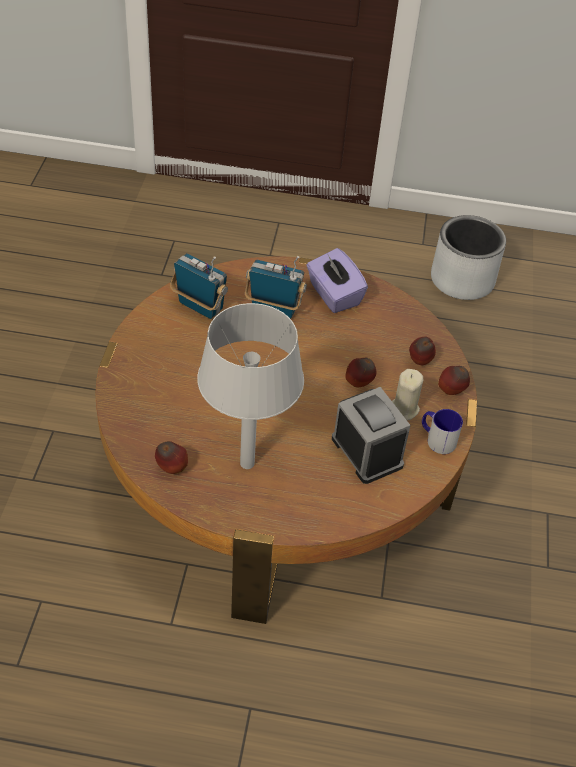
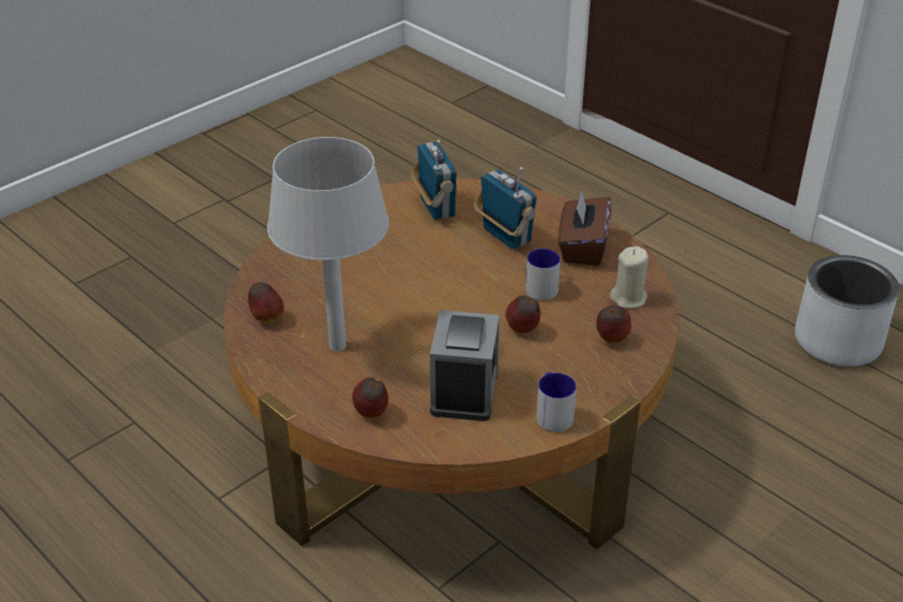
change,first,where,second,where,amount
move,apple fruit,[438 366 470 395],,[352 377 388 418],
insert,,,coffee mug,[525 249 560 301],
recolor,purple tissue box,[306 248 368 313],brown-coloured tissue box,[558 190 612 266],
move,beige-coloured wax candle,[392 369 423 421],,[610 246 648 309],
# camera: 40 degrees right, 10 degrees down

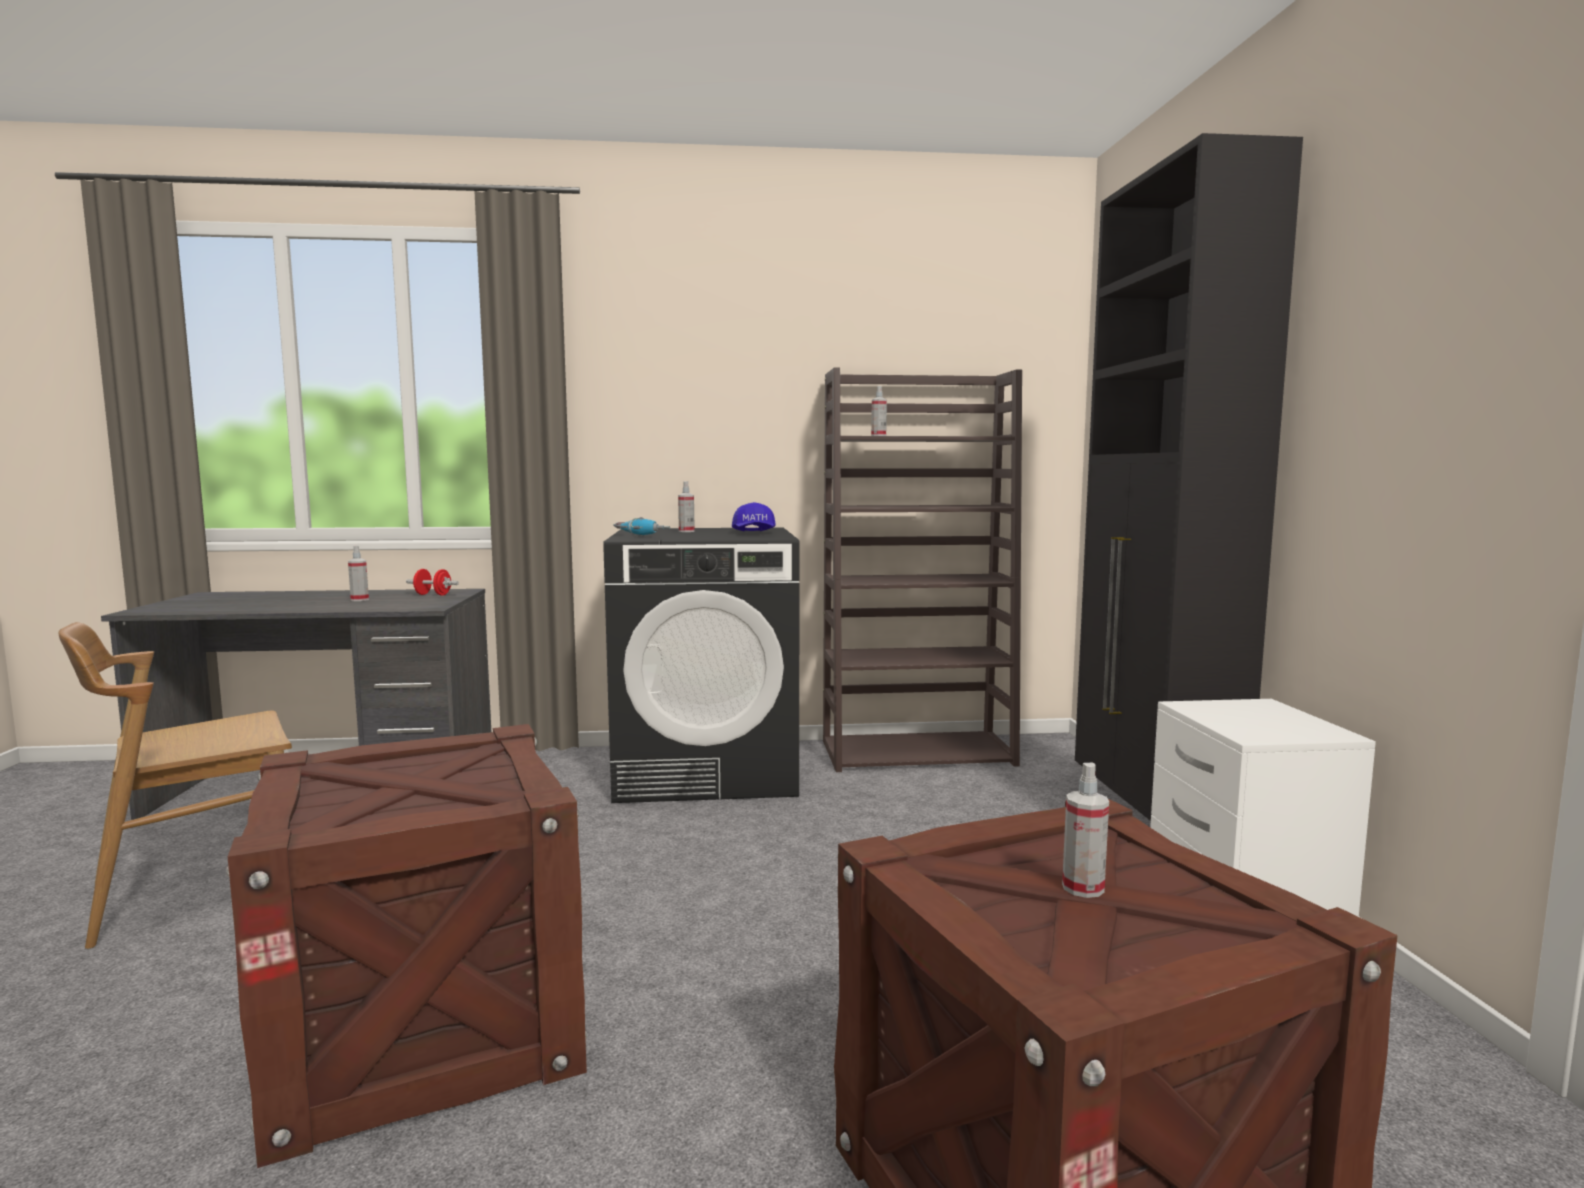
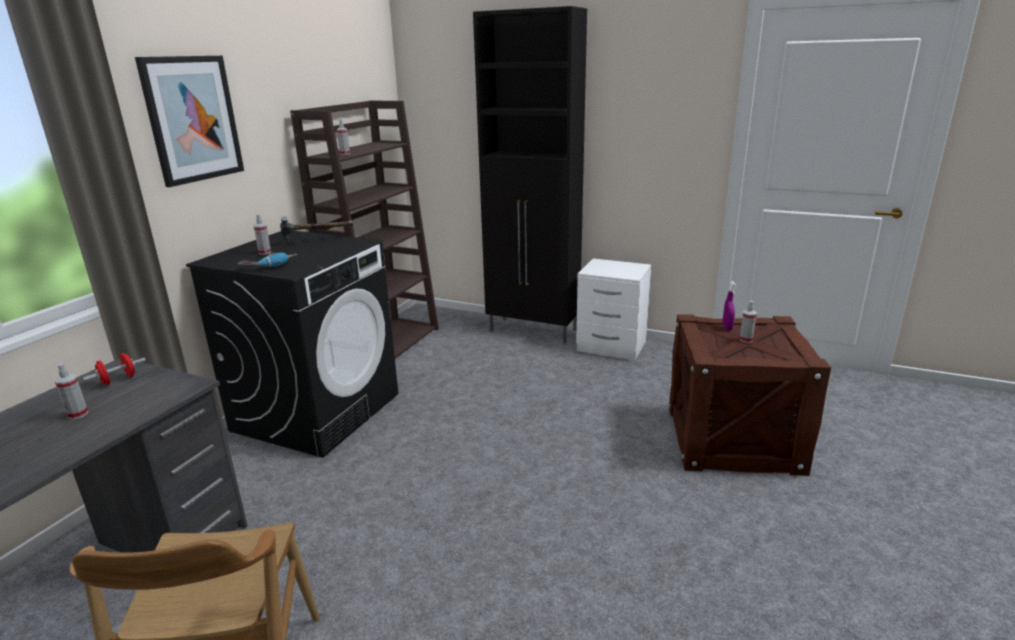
change,first,where,second,where,amount
insert,,,picture,[135 56 244 187],
replace,bluish baseball cap,[732 502 776 531],tool hammer,[280 216 353 243],
insert,,,purple spray bottle,[722 281 736 330],
delete,shipping crate,[226 724 587 1168],,,
# camera: 60 degrees left, 15 degrees up

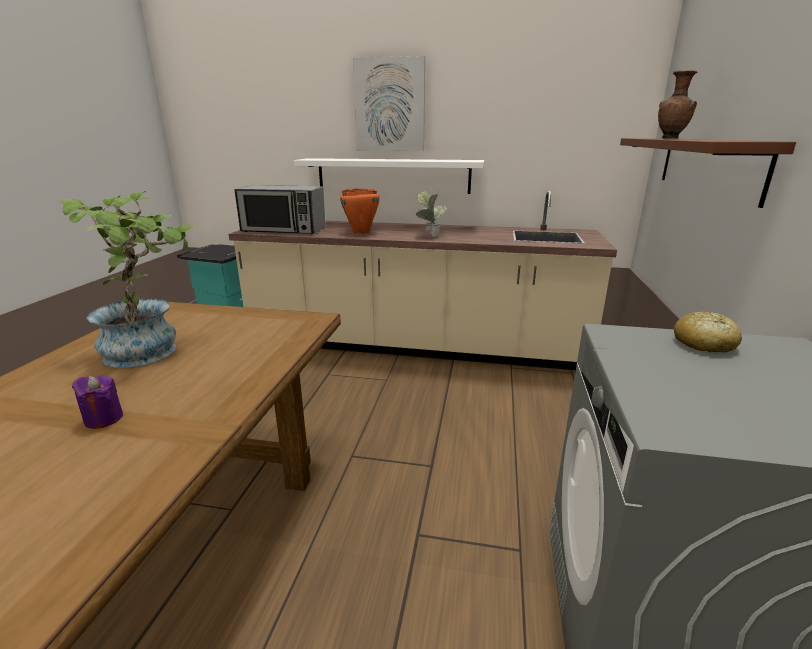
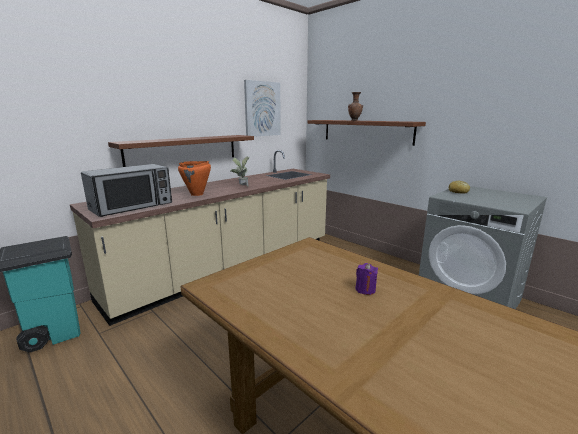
change,first,where,second,where,amount
recolor,whitish wall shelf,[294 158 485 194],brown-coloured wall shelf,[108 135 254 167],
move,picture,[353 56 425 151],,[244 80 281 137],
move,purple wax candle,[72 375 123 429],,[355 263 378 295],
delete,houseplant,[59 191 197 368],,,
# camera: 55 degrees left, 5 degrees down

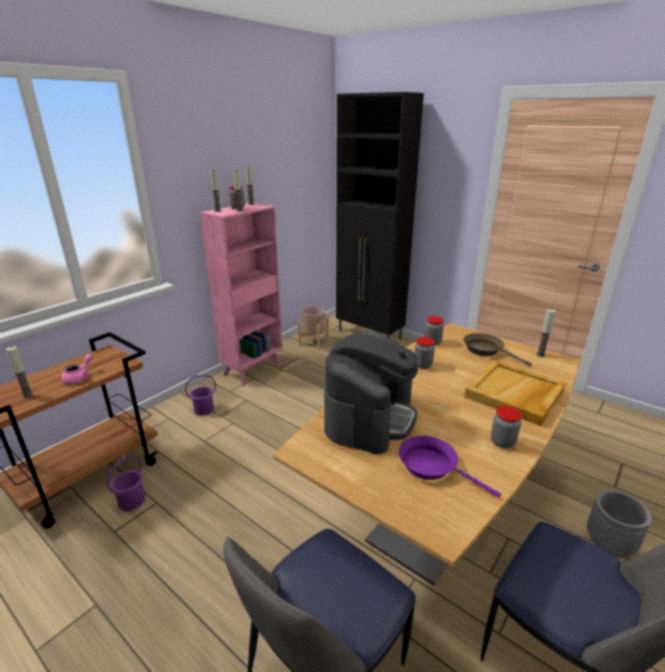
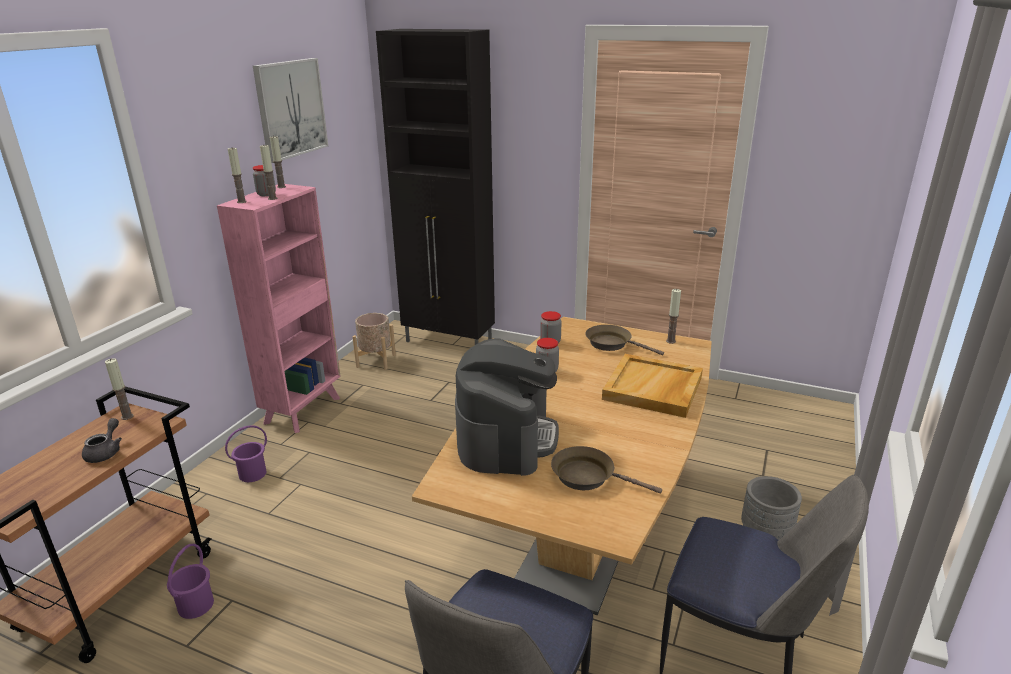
change,first,where,second,where,amount
recolor,pink pot for tea,[61 354 93 385],grey pot for tea,[82 418 122 463],
move,wax candle,[6 346 34 399],,[105 358 134 420],
insert,,,picture,[253 58 328 163],
recolor,purple frying pan,[399 436 501 497],brown-coloured frying pan,[551 446 662 493],
delete,jar,[491 406 522 448],,,
# camera: 15 degrees left, 0 degrees up

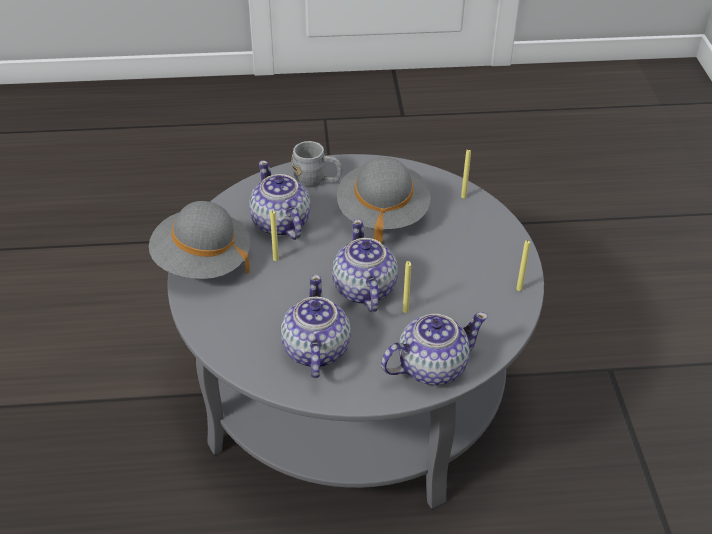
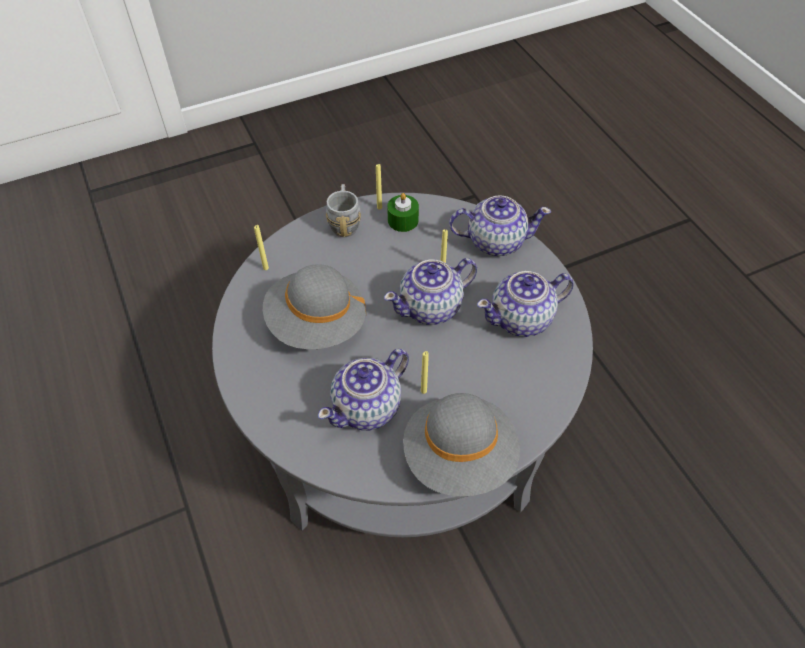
change,first,where,second,where,amount
move,grey coffee mug,[291 141 342 188],,[326 184 361 237],
insert,,,green-coloured wax candle,[387 193 419 232],
rotate,pot for tea,[381 312 488 385],,[449 195 551 256],135 degrees clockwise
# camera: 110 degrees left, 10 degrees up

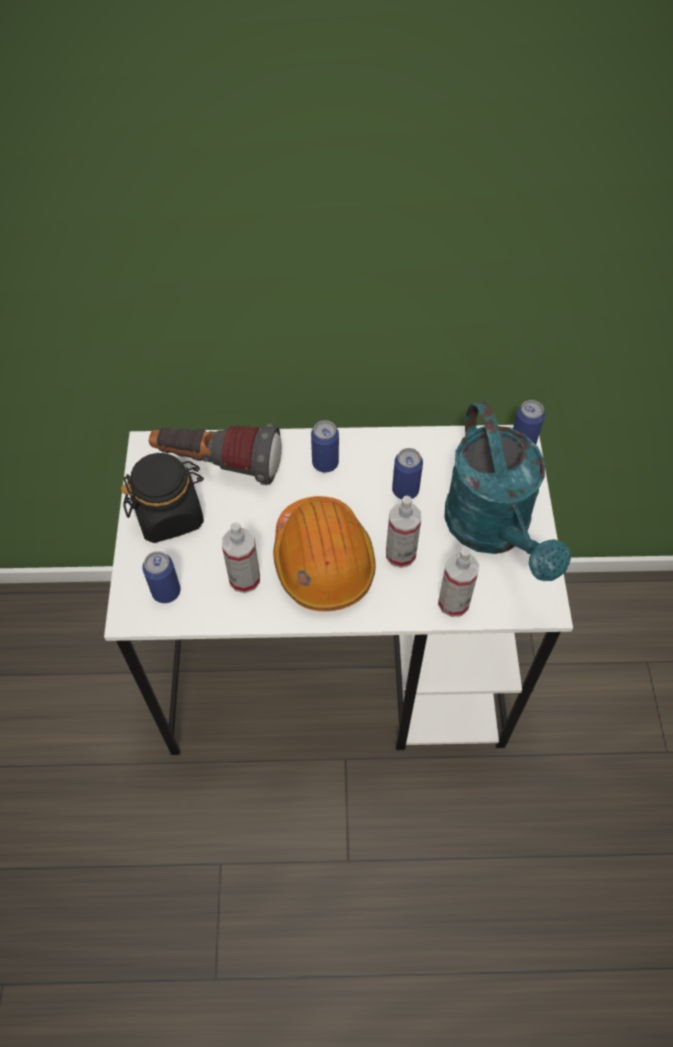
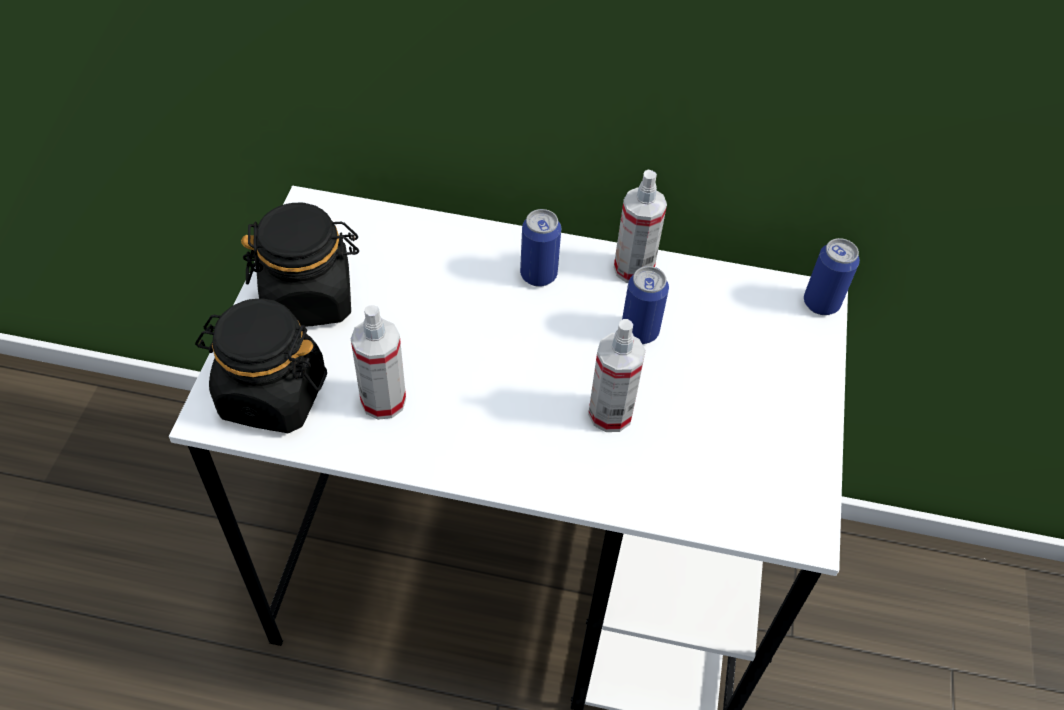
change,first,where,second,where,amount
replace,sealed can,[142 551 181 603],black jar,[195 298 327 433],
move,spray bottle,[438 547 479 617],,[614 169 667 283],
delete,hand torch,[149 424 282 485],,,
delete,orange hard hat,[273 496 376 611],,,
delete,turquoise-coloured sprinkling can,[444 401 571 581],,,
# camera: 10 degrees right, 5 degrees down

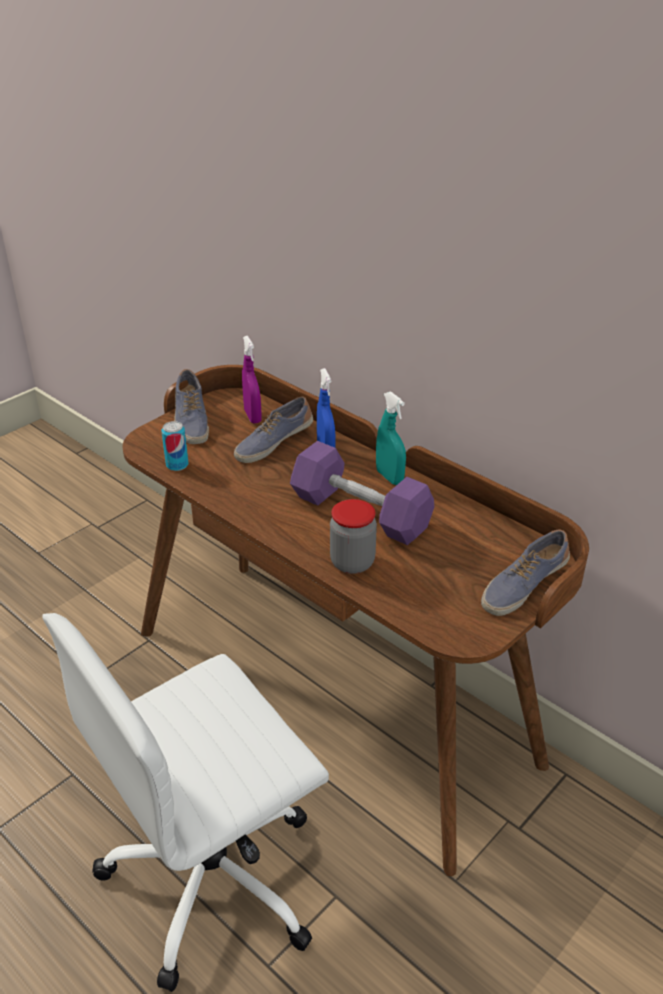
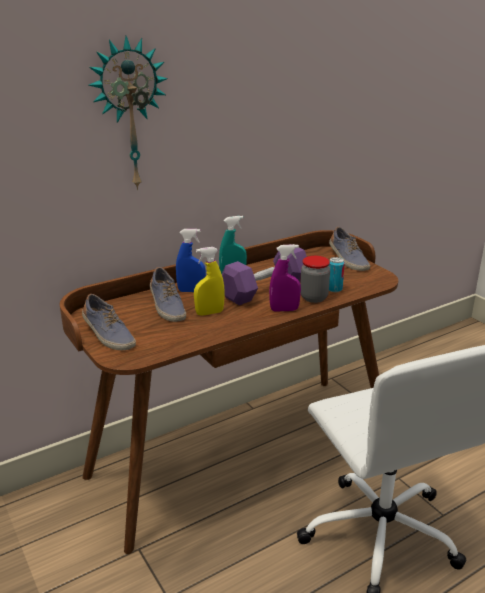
change,first,where,second,where,amount
rotate,item of footwear,[174 369 209 444],,[82 294 136 350],45 degrees clockwise
insert,,,wall clock,[88 36 168 190],
insert,,,yellow spray bottle,[194 247 225 315],
move,purple spray bottle,[242 336 262 424],,[269 244 301 312],
move,sealed can,[161 421 189 471],,[328 257 345 292],
# camera: 75 degrees left, 10 degrees down

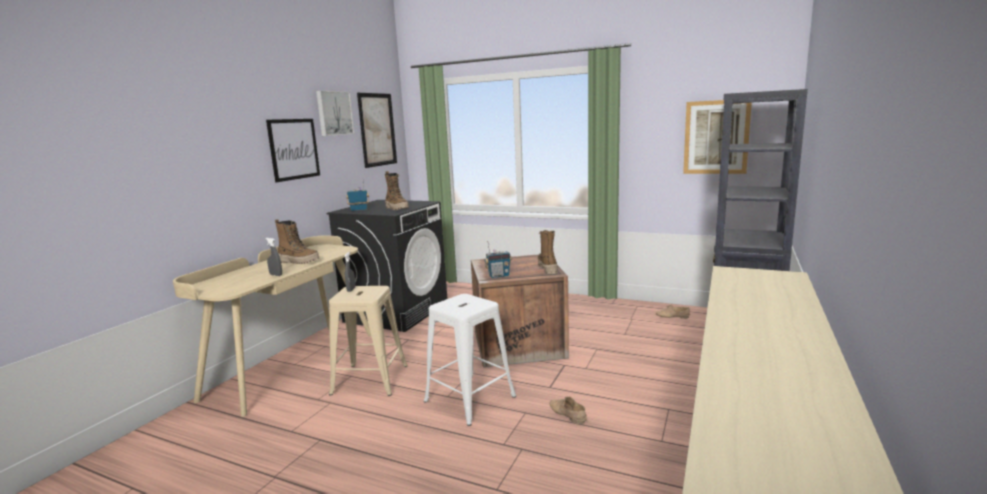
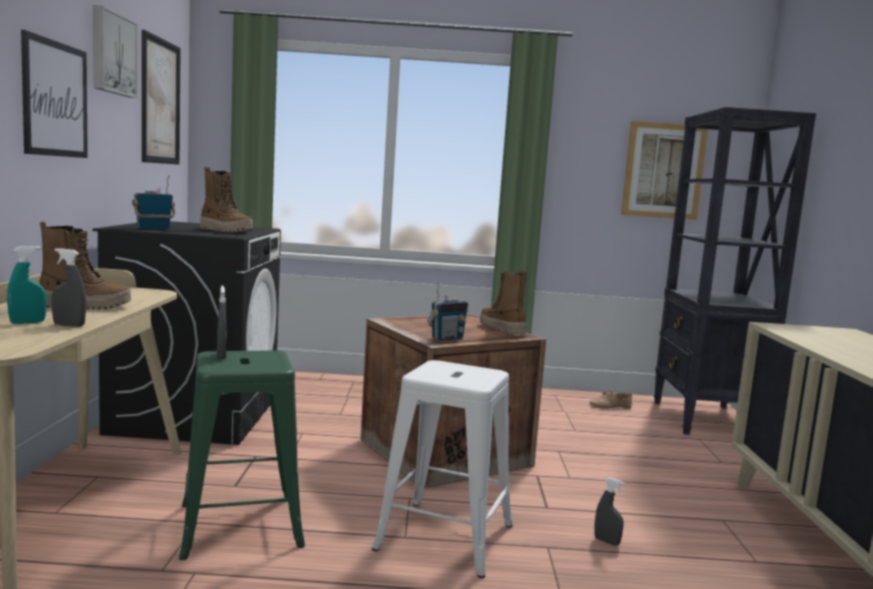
change,first,where,second,where,amount
insert,,,turquoise-coloured spray bottle,[7 246 47 324],
recolor,beige-coloured sitting stool,[329 286 407 396],green-coloured sitting stool,[179 350 305 560],
replace,beige-coloured item of footwear,[549 396 587 424],grey spray bottle,[594 477 625 546],
# camera: 25 degrees left, 5 degrees down

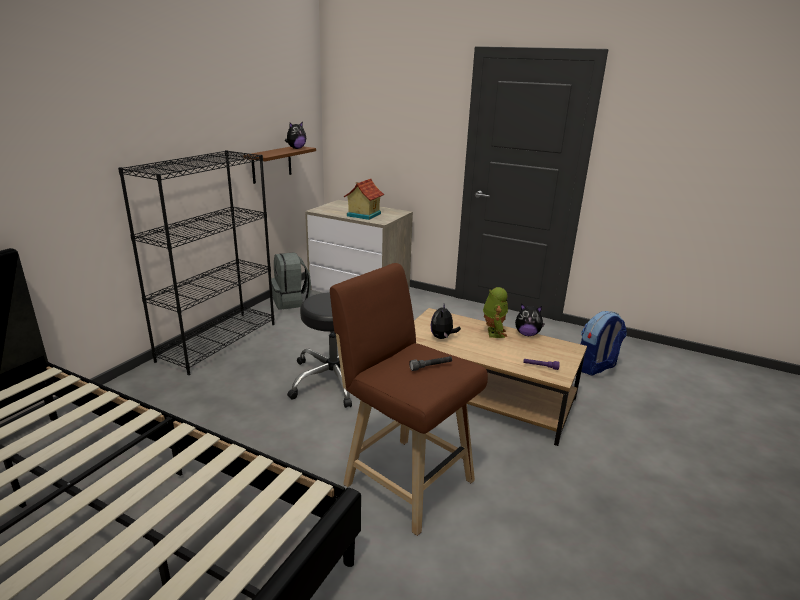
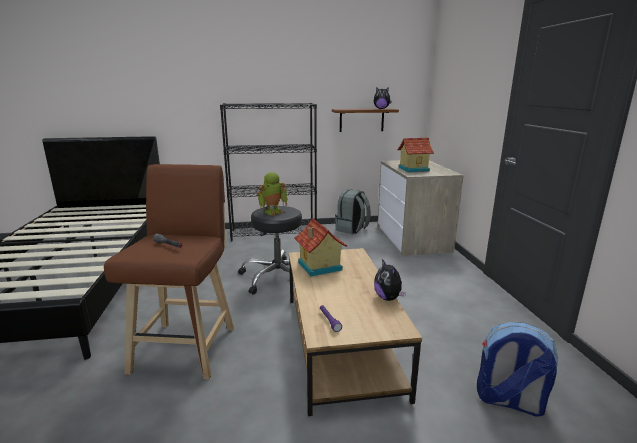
change,first,where,second,where,amount
move,model robot,[483 287 508 338],,[257 172 288 216],
replace,cuddly toy,[431 304 461 339],toy house,[294 218 347 276],
# camera: 55 degrees right, 5 degrees down

